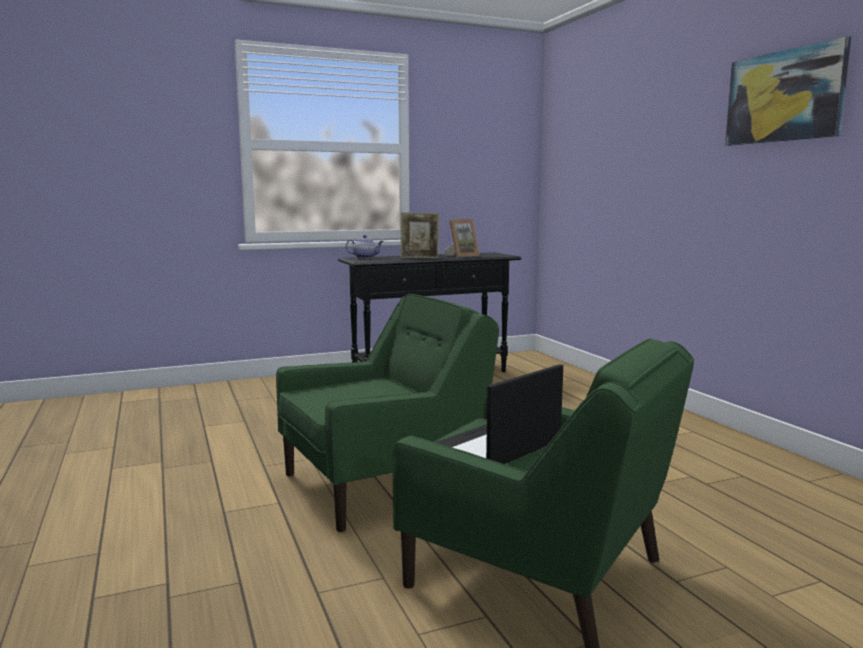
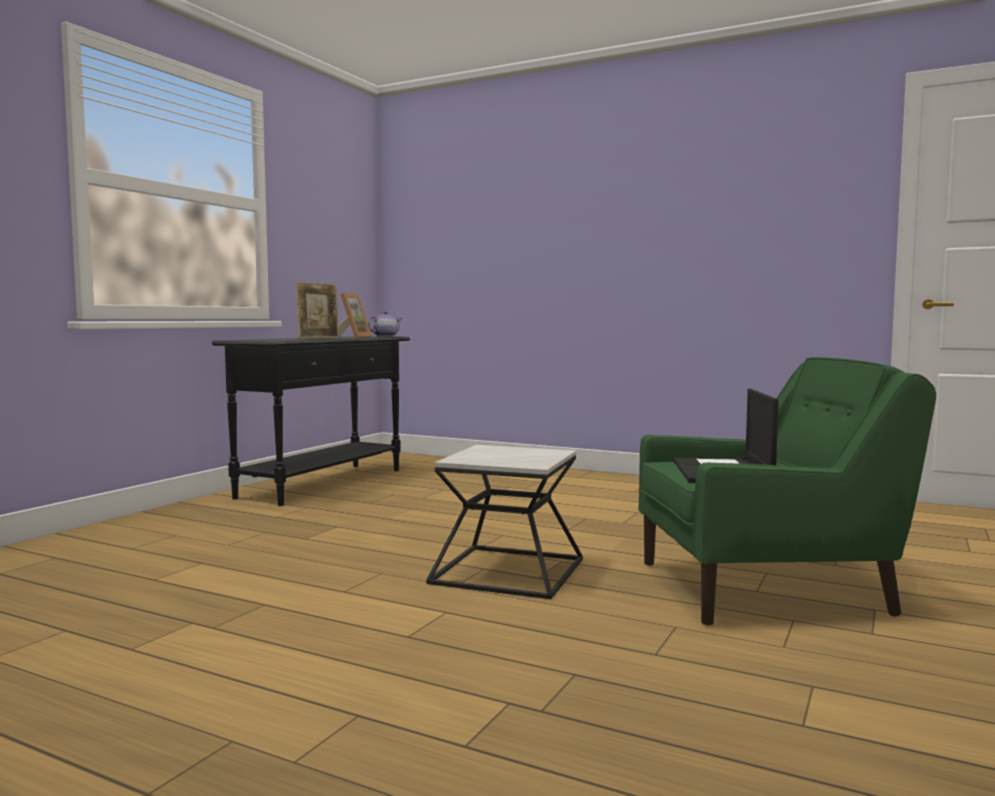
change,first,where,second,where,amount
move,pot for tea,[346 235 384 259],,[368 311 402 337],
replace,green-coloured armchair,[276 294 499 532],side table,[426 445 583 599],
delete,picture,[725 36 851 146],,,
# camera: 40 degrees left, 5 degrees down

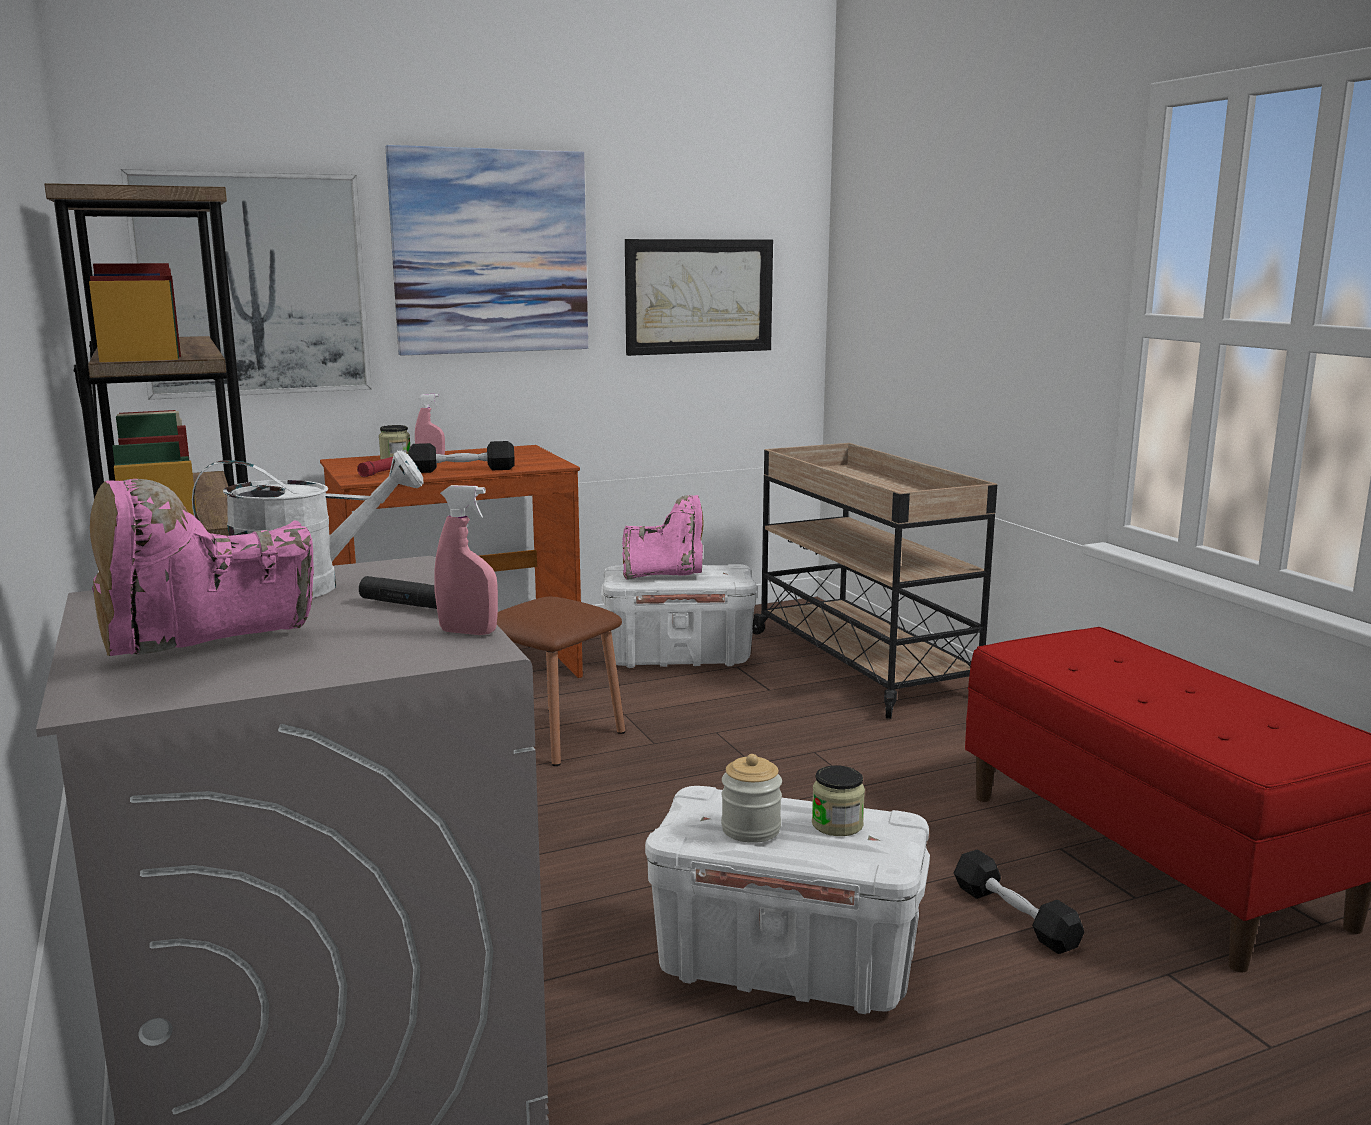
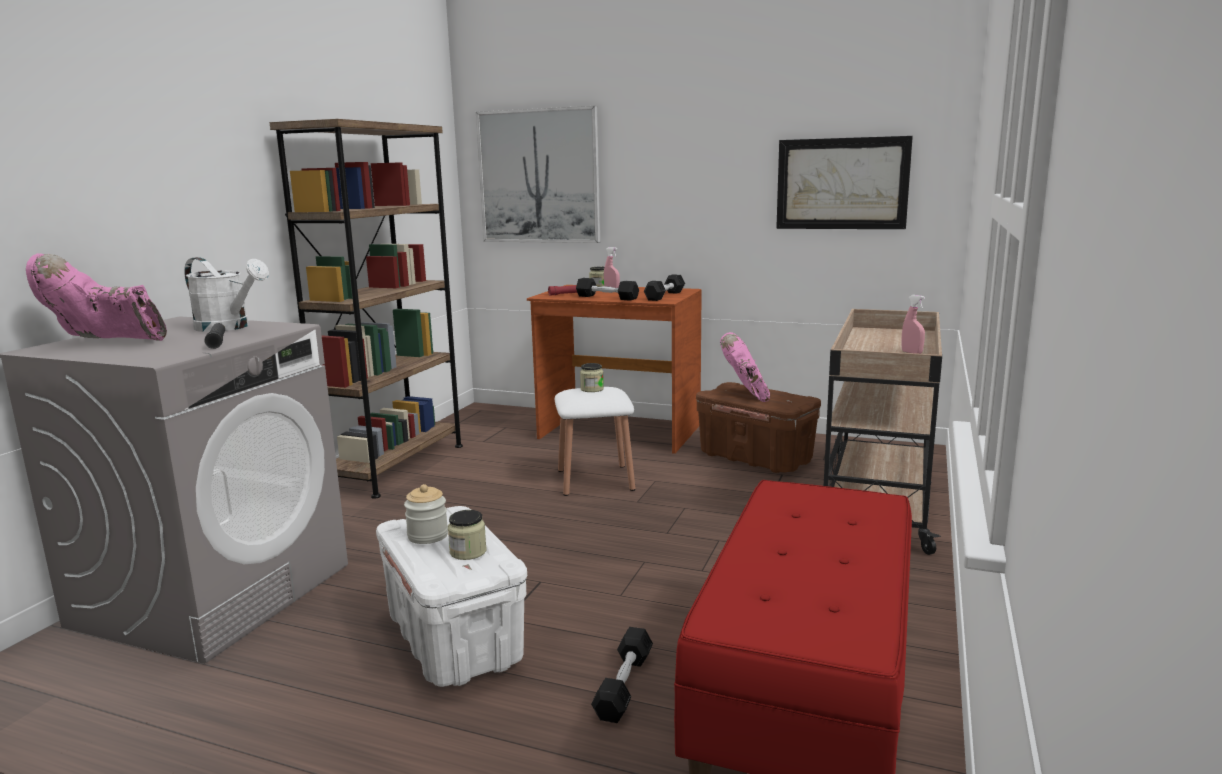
change,first,where,second,where,amount
recolor,brown-coloured sitting stool,[497 597 625 766],whitish sitting stool,[555 387 636 496],
insert,,,jar,[580 363 604 392],
insert,,,black hand weight,[644 274 685 301],
recolor,whitish storage bin,[601 564 757 668],brown-coloured storage bin,[696 382 821 473],
rotate,pink high-top boot,[622 495 703 579],,[720 332 770 402],135 degrees counterclockwise
move,pink spray bottle,[434 485 498 635],,[901 295 925 354],
delete,picture,[385 145 588 356],,,
# camera: 45 degrees right, 0 degrees up

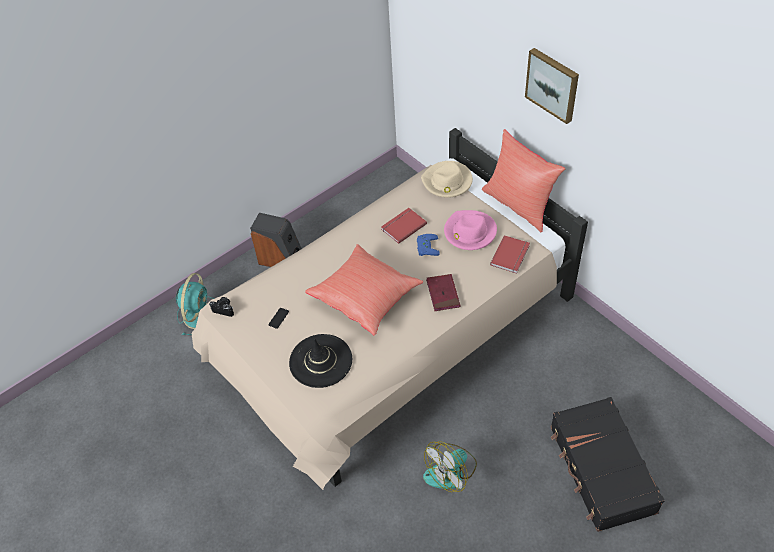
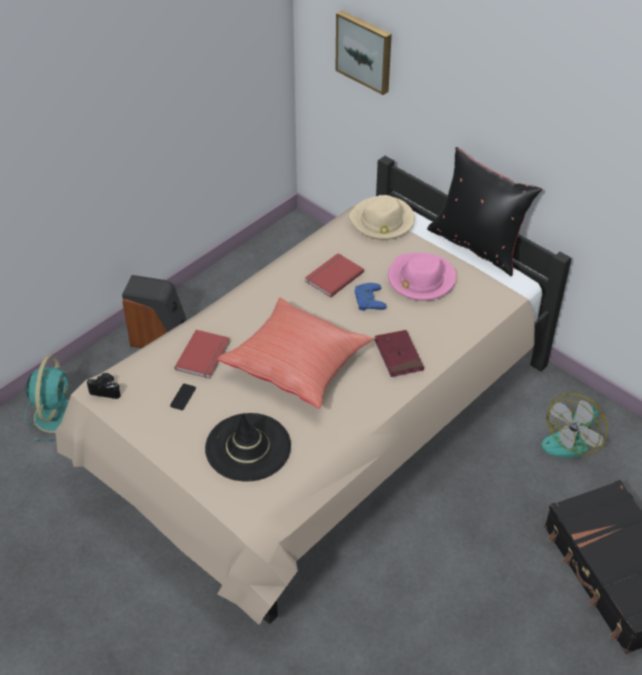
change,first,where,second,where,amount
move,reddish book,[490 235 530 273],,[175 330 230 379],
move,picture,[525 48 579 124],,[335 10 392 95],
recolor,reddish cushion,[482 129 566 232],black cushion,[427 147 542 276],
move,fan,[423 441 477 492],,[541 393 608 458],
# camera: 10 degrees left, 5 degrees down

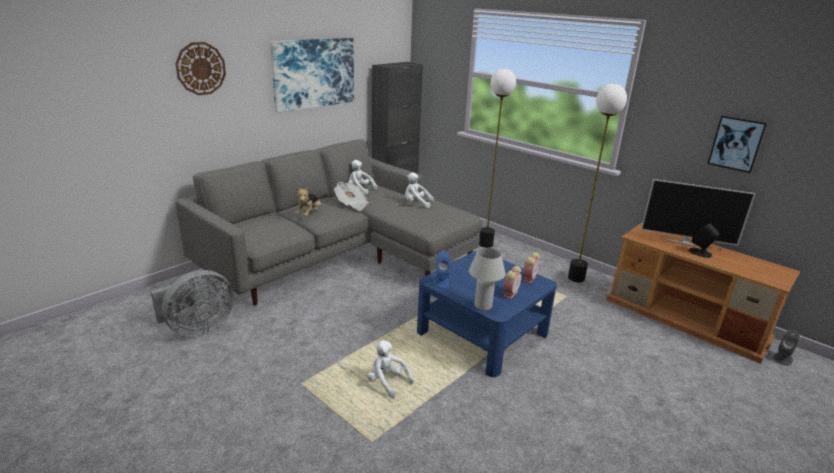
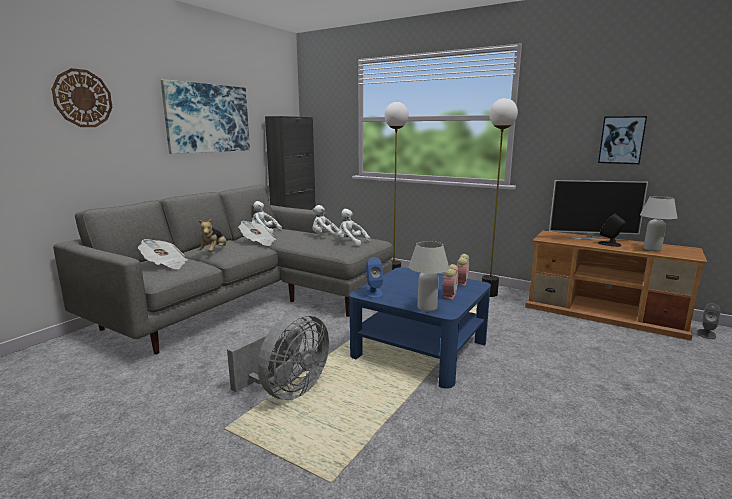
change,first,where,second,where,amount
insert,,,daily paper,[138 239 188 269],
move,grey fan,[151 270 234 336],,[227 312 329 400],
move,whitish cuddly toy,[367 340 414 398],,[337 209 371 246],
insert,,,whitish tabletop lamp,[640 196 678 251],
# camera: 10 degrees left, 10 degrees down

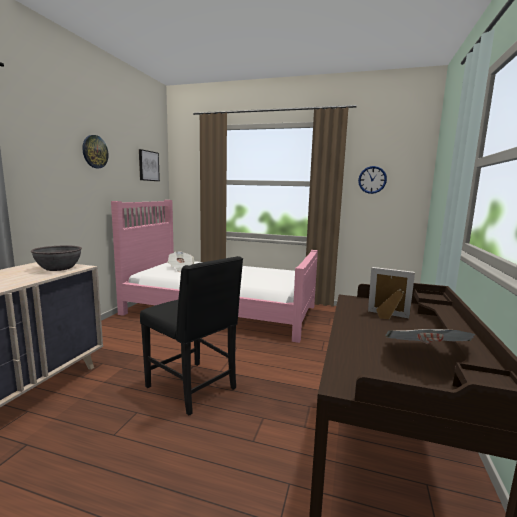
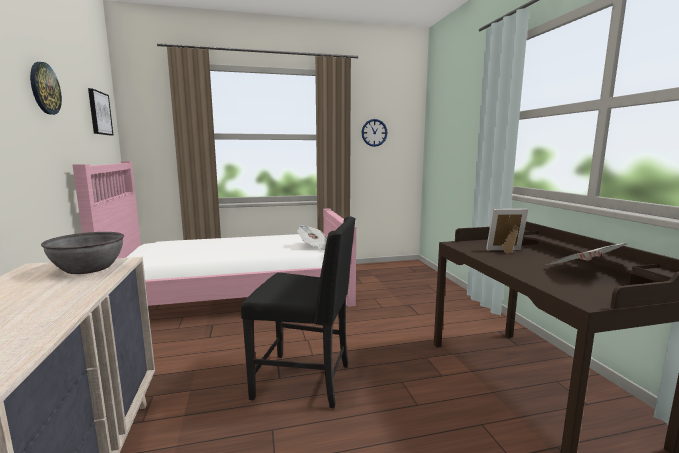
change,first,where,second,where,amount
move,daily paper,[168 251 195 272],,[297 225 327 250],
# camera: 30 degrees left, 0 degrees up

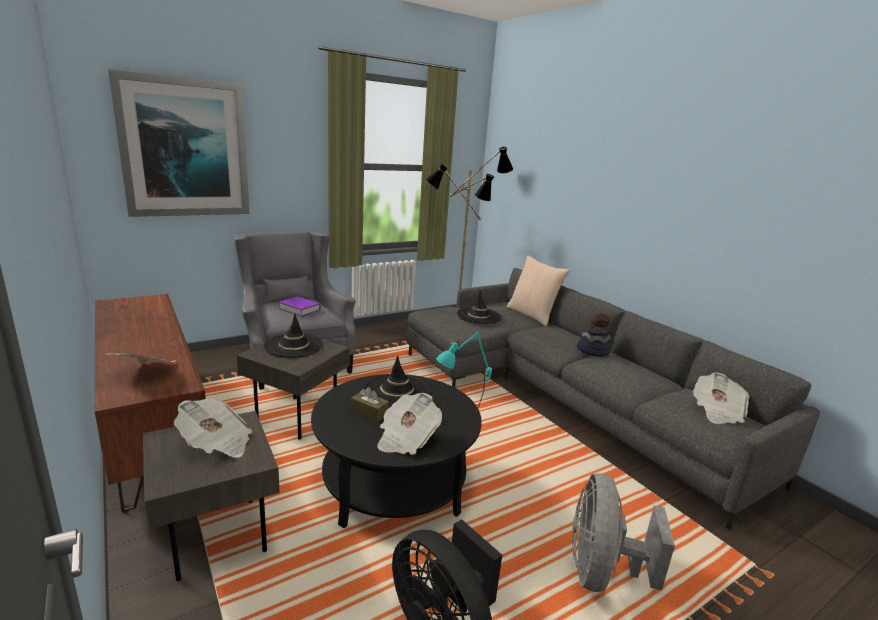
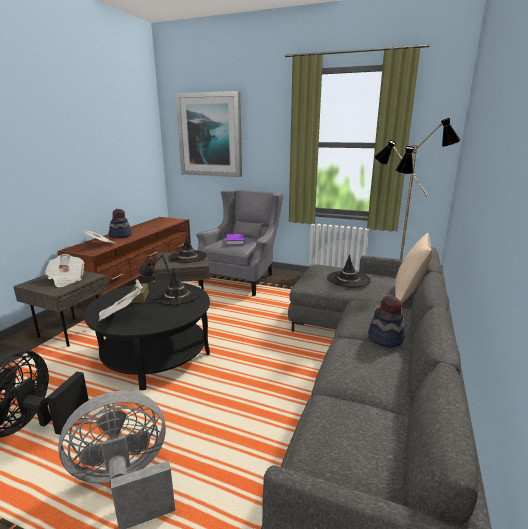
change,first,where,second,where,amount
insert,,,hat,[108 209 132 238],
recolor,turquoise-coloured tabletop lamp,[436 332 492 412],black tabletop lamp,[139 254 180 319],
delete,daily paper,[692 373 749 424],,,
# camera: 55 degrees right, 0 degrees up

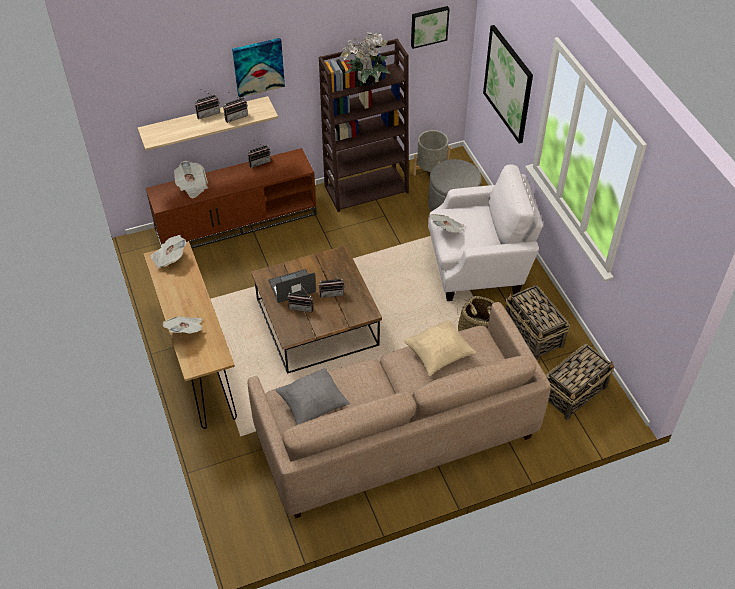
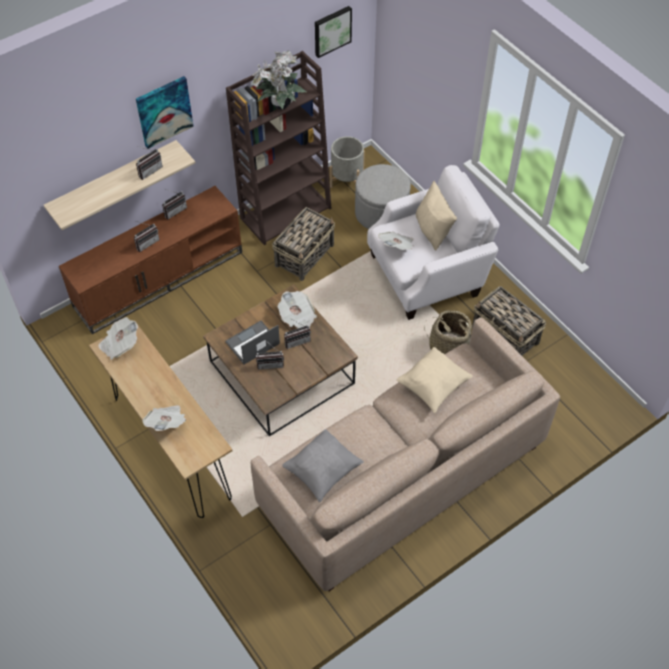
change,first,where,second,where,amount
move,radio,[195 89 220 119],,[134 221 159 252],
move,storage basket,[546 344 614 420],,[272 207 335 281],
move,daily paper,[174 161 208 198],,[278 291 317 328],
insert,,,beige-coloured cushion,[416 181 457 251],
delete,picture,[483 25 533 143],,,
# camera: 15 degrees left, 5 degrees up

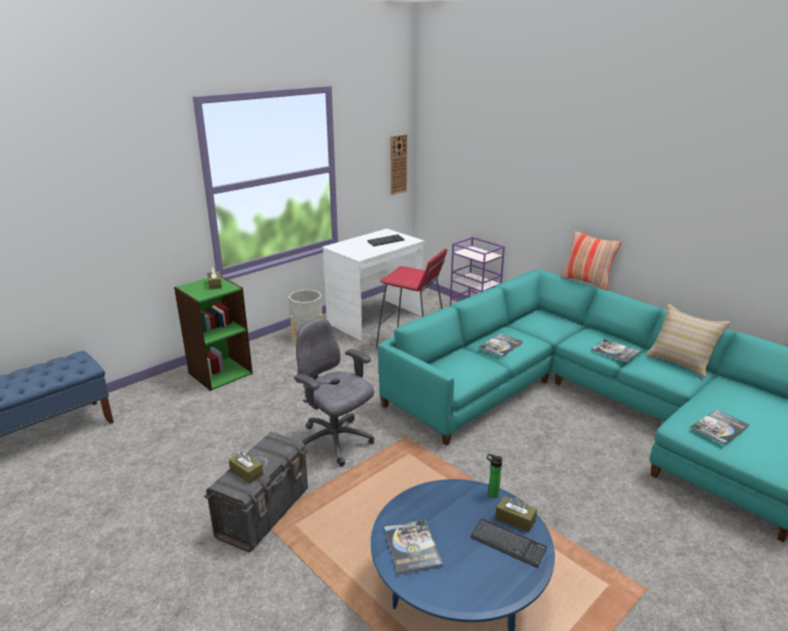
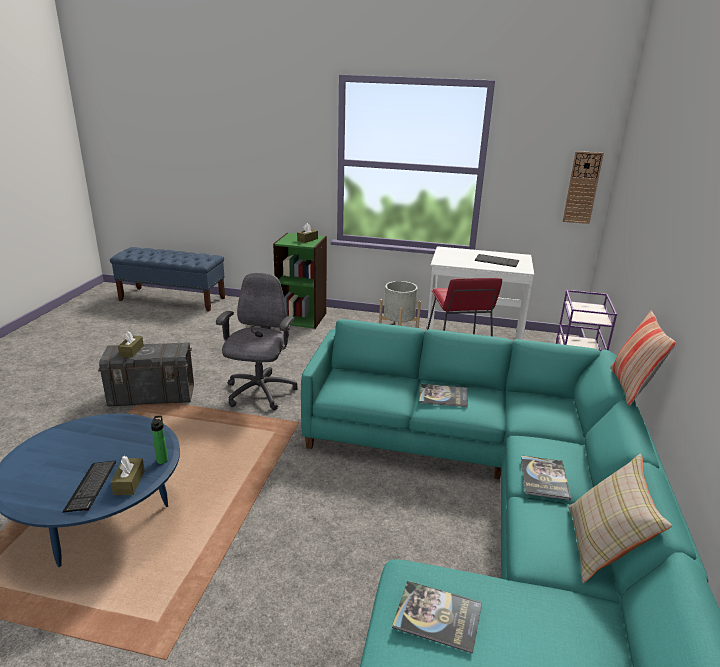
change,first,where,second,where,amount
delete,book,[384 520 443 575],,,
# camera: 55 degrees right, 0 degrees up

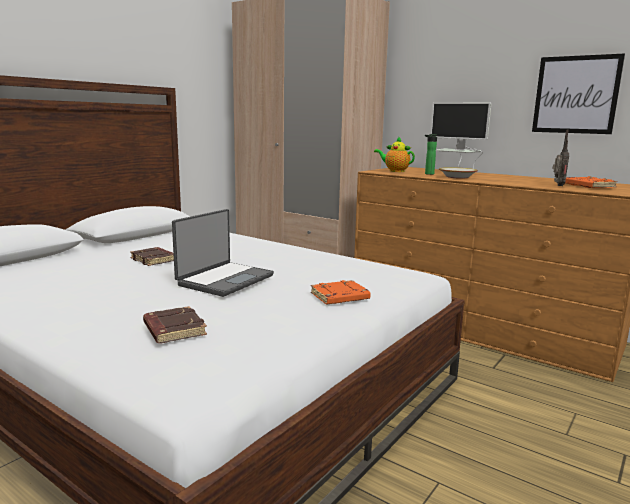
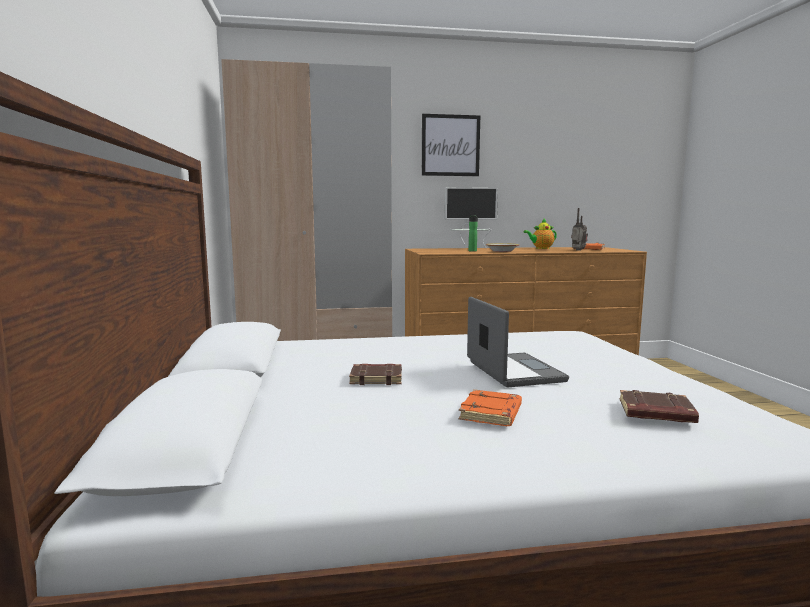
change,first,where,second,where,amount
move,picture,[532 53 625 134],,[422 114 480 176],
move,orange book,[311 280 371 304],,[459 389 522 426],
move,pot for tea,[374 136 415 172],,[524 219 557 249],
# camera: 45 degrees left, 5 degrees down

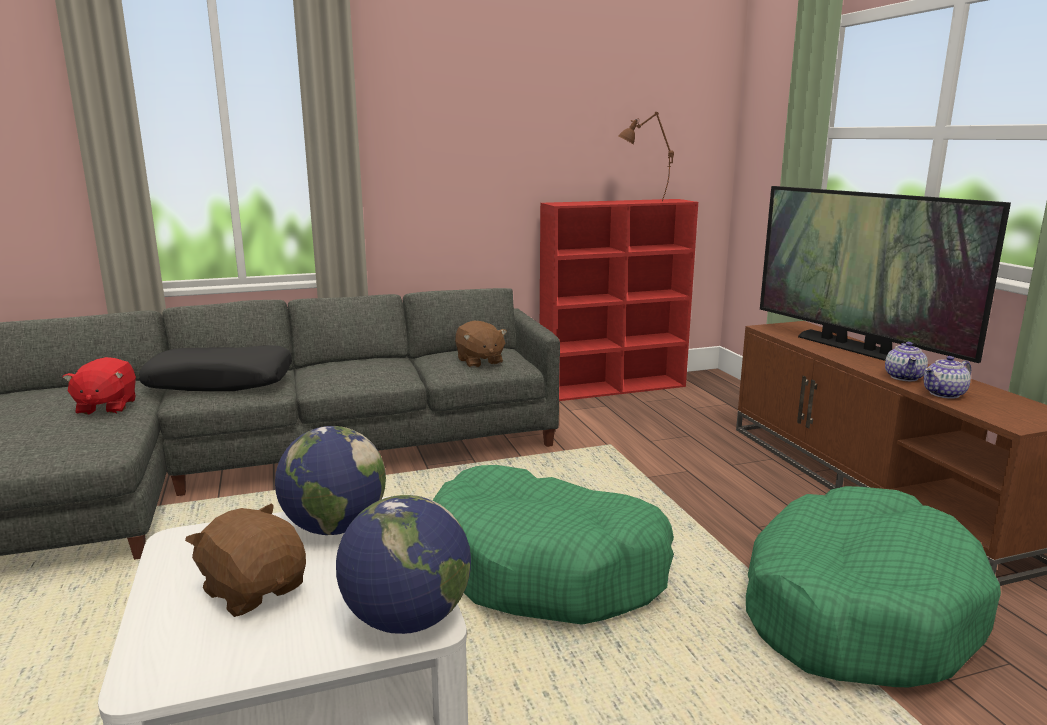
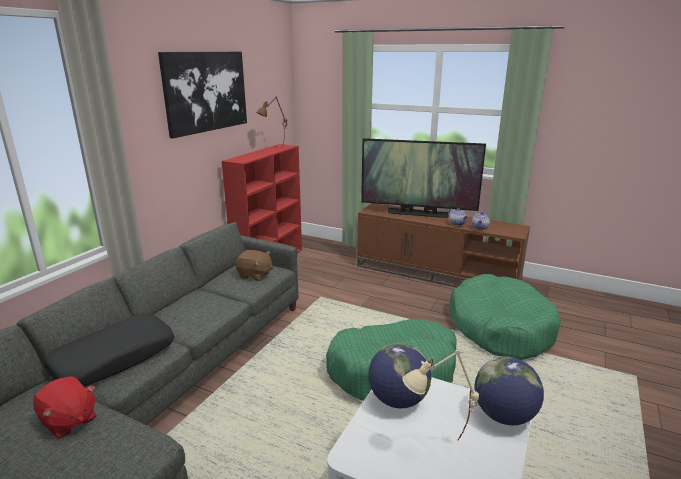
change,first,where,second,where,amount
insert,,,picture,[158 52 247 138],
replace,brown-coloured cuddly toy,[185 503 306 617],beige-coloured tabletop lamp,[402 350 479 440],
# camera: 45 degrees left, 5 degrees up

